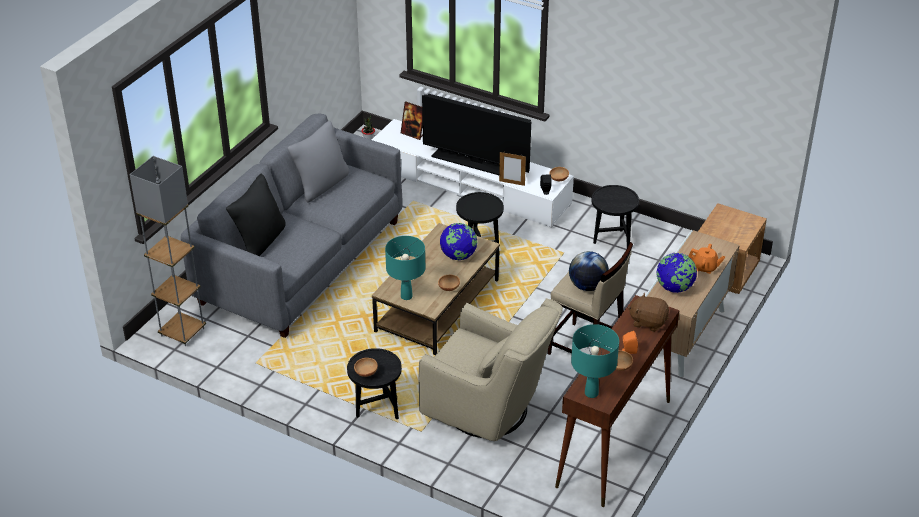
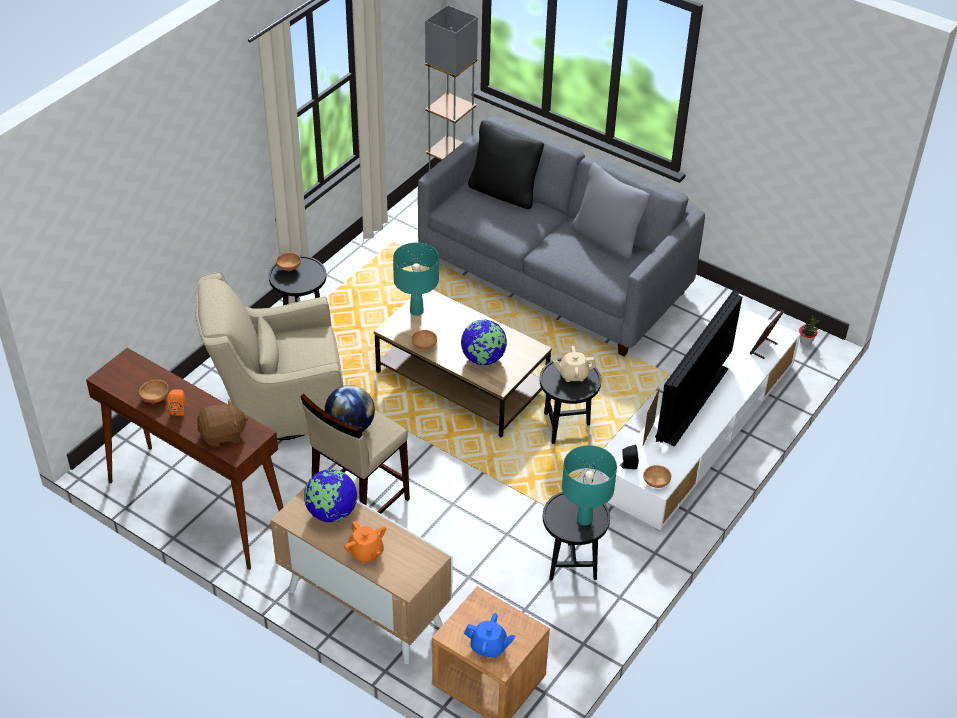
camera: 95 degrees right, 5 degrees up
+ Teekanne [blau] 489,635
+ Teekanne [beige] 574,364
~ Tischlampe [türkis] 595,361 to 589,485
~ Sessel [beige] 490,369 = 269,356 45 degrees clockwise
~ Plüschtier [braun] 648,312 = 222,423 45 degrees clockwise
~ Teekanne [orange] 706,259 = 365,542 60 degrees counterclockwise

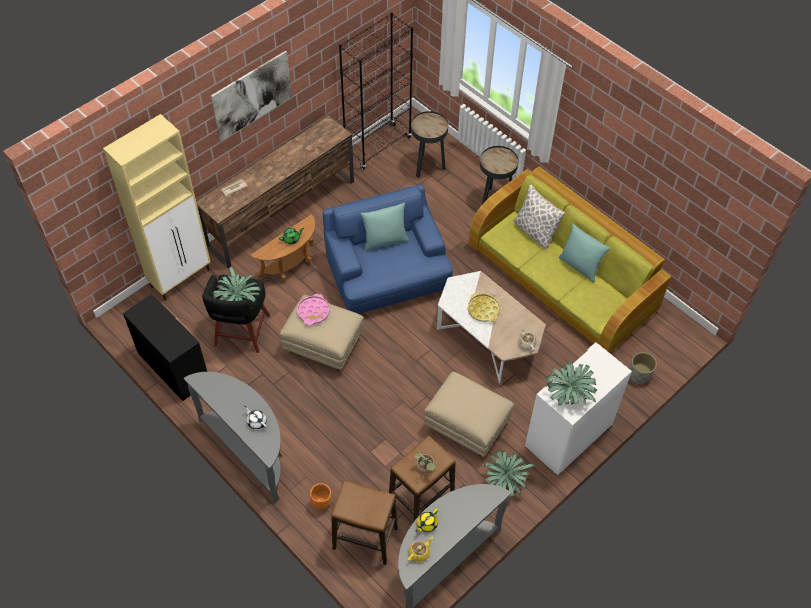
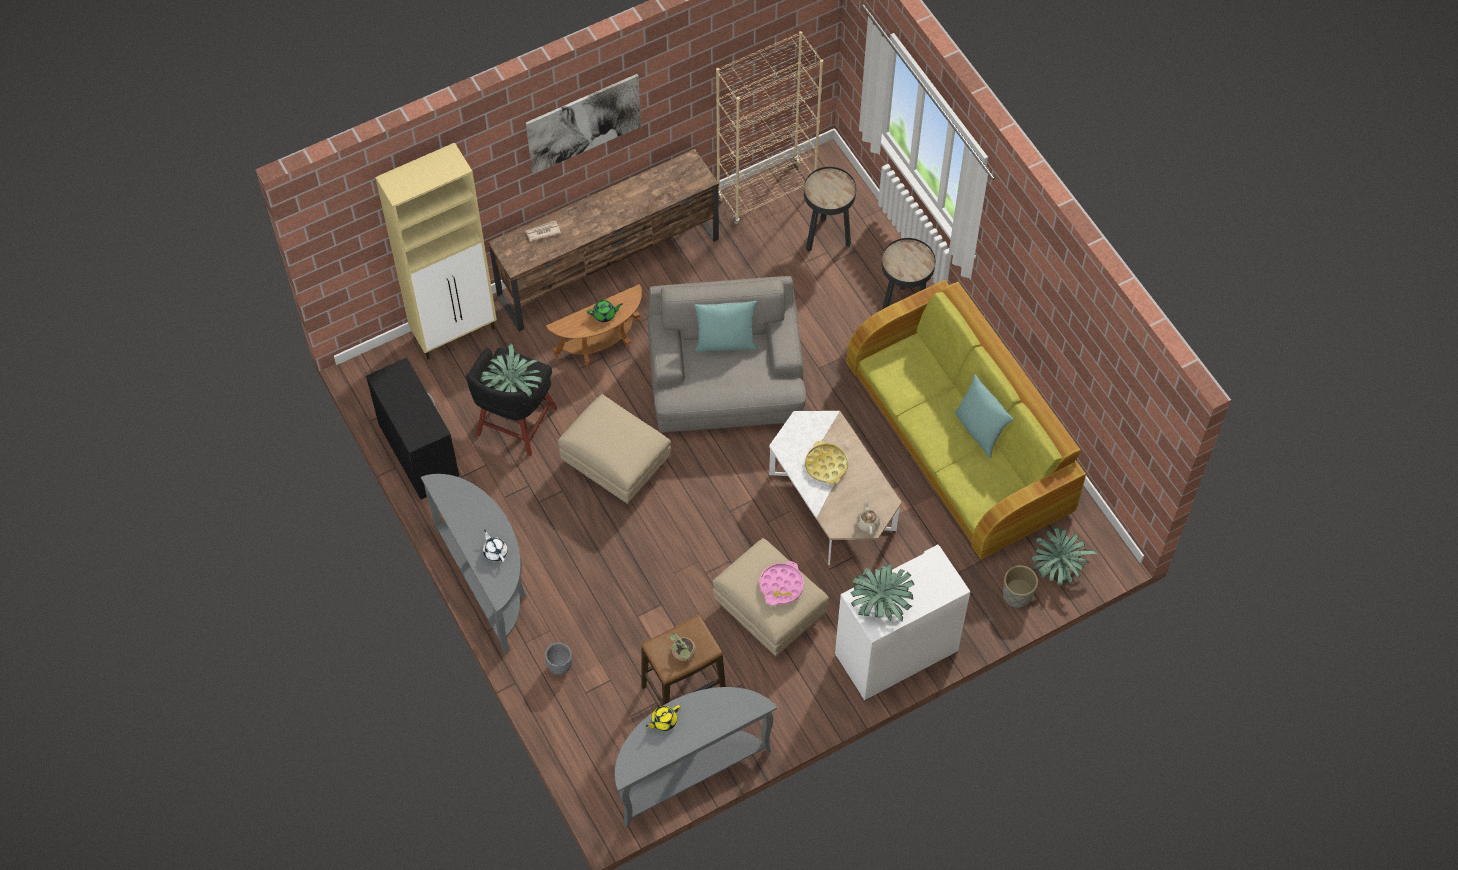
camera: 15 degrees right, 5 degrees up
- Hocker 364,523
- Teekanne [gelb] 420,549
- Kissen 539,216
~ Tablett [rosa] 313,309 to 781,583
~ Topfpflanze 508,474 to 1064,556
~ Pflanzkübel [orange] 321,496 to Pflanzkübel [grau] 559,658
~ Sessel [blau] 388,249 to Sessel [grau] 726,354
~ Bücherregal [schwarz] 376,91 to Bücherregal [beige] 769,127

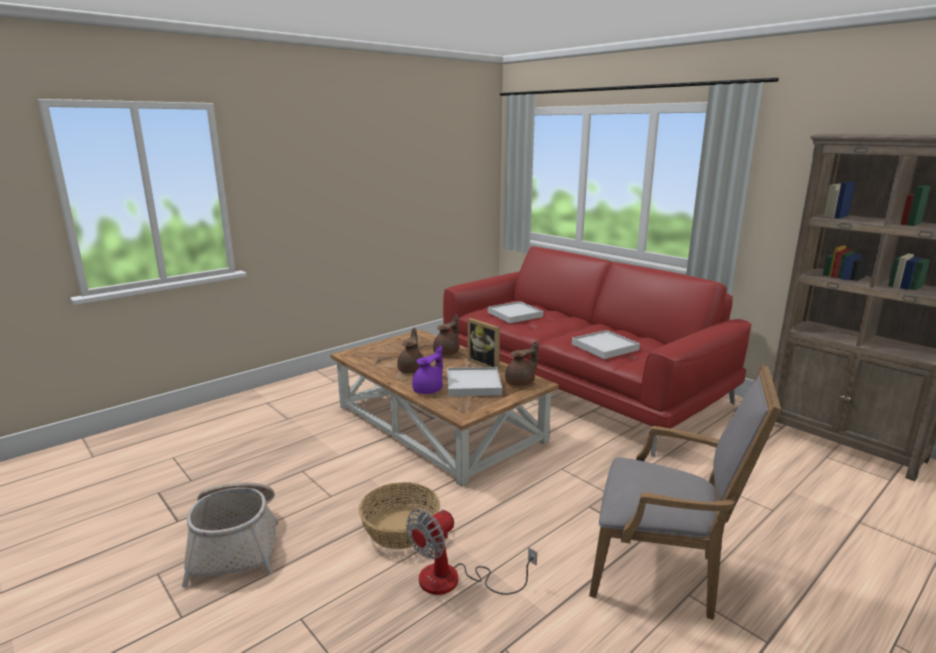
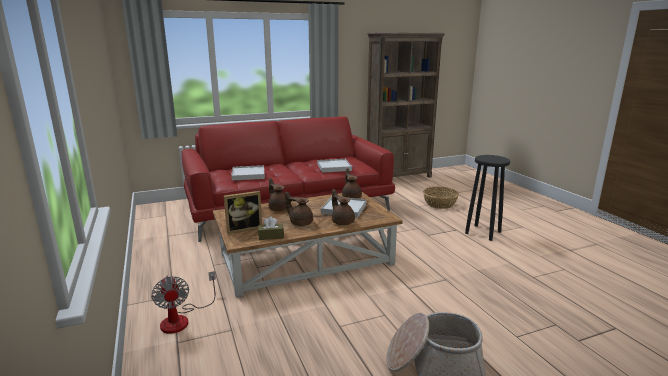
camera: 70 degrees left, 0 degrees up
+ Taschentuchbox [braun] 271,228
~ Korb 399,516 to 441,198
~ Ventilator 471,552 to 183,302
~ Bilderrahmen 484,344 to 243,212
~ Sessel [grau] 685,492 to Hocker [schwarz] 487,198
~ Teekanne [lila] 427,370 to Teekanne [braun] 343,207

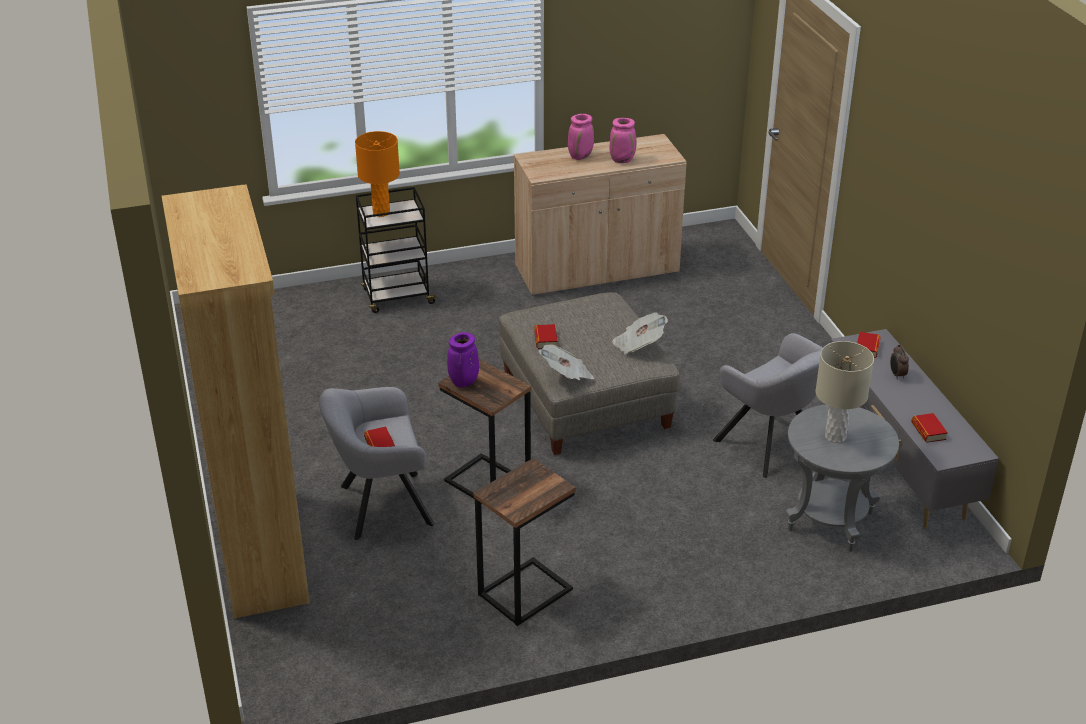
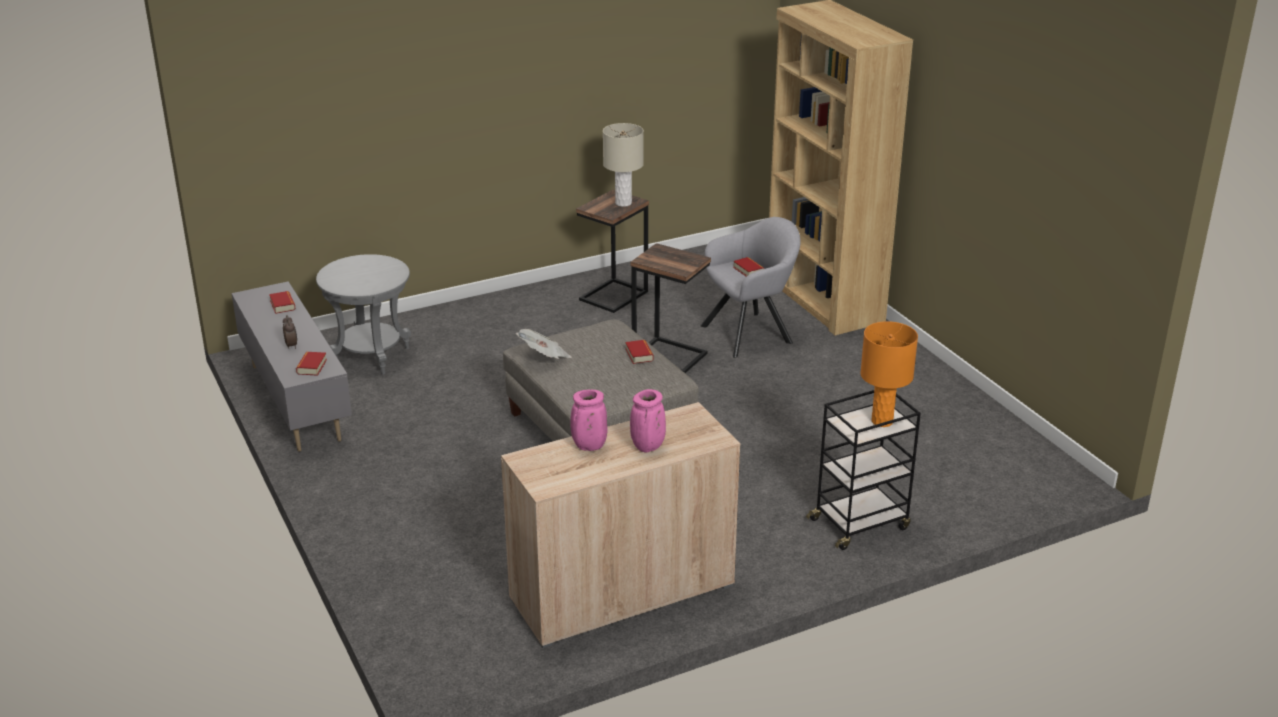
camera: 170 degrees right, 5 degrees down
- Vase [lila] 463,360
- Zeitung 566,362
- Sessel [grau] 768,405
~ Tischlampe [beige] 845,392 to 623,165

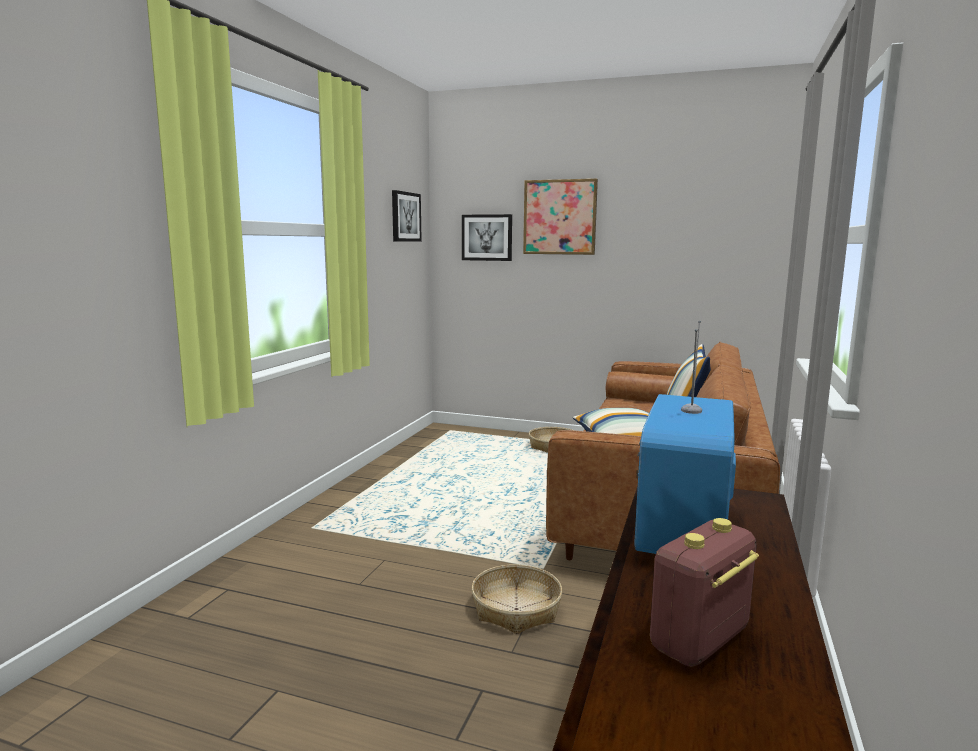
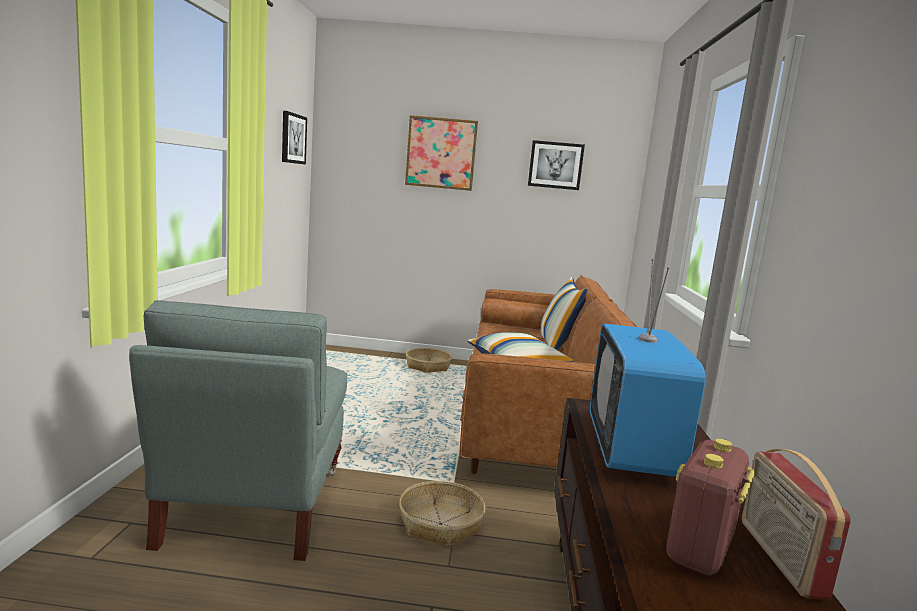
camera: 15 degrees left, 0 degrees up
+ Sessel [grau] 238,430
+ Radio 796,524
~ Bild 487,237 to 556,165

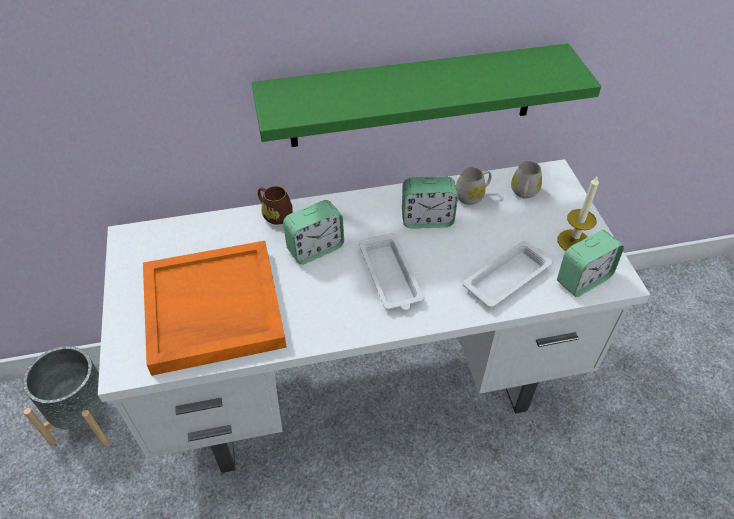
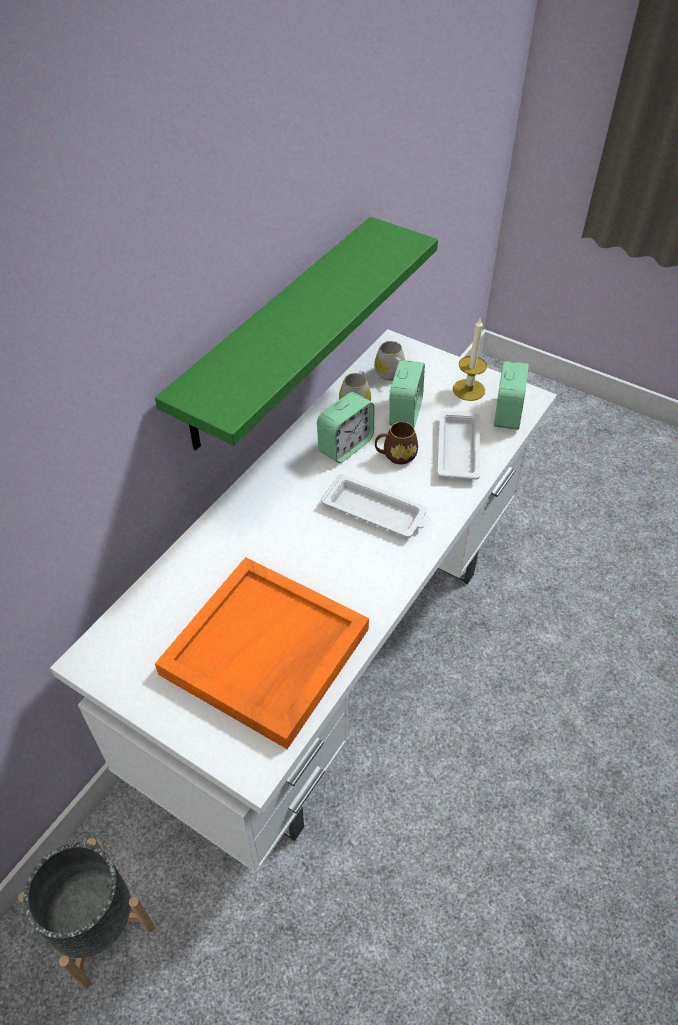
camera: 45 degrees left, 0 degrees up
~ Henkelbecher [braun] 275,205 to 396,443
~ Wecker 313,232 to 407,394

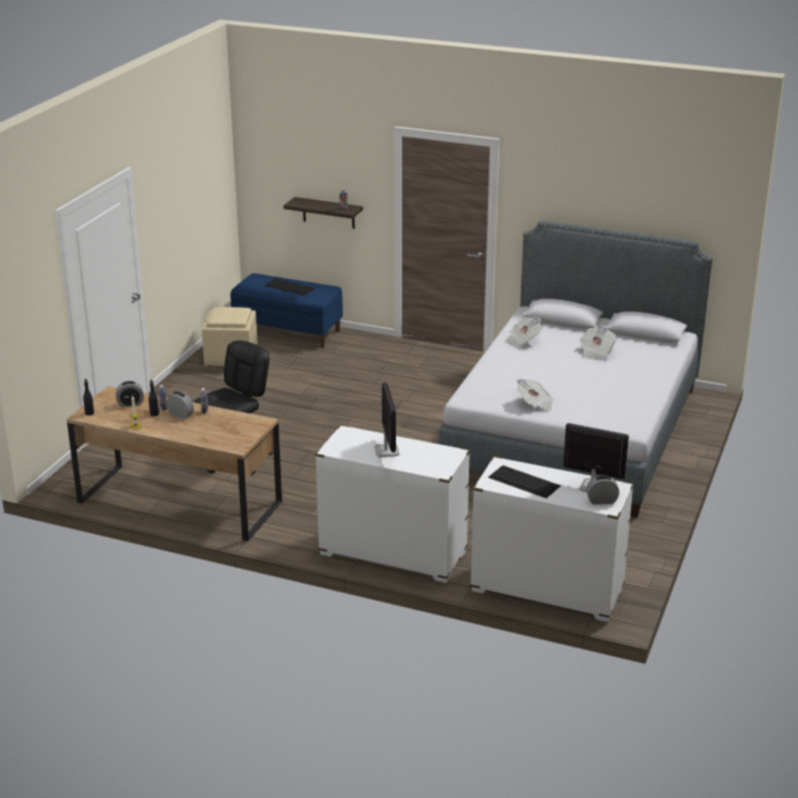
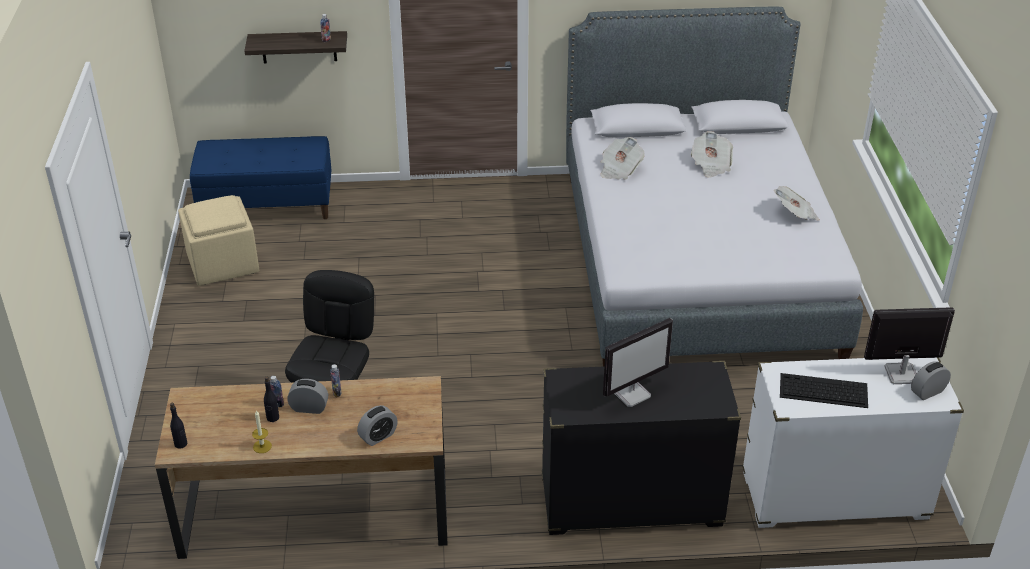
camera: 25 degrees left, 10 degrees up
- Tastatur 289,286
~ Wecker 129,394 to 377,425
~ Zeitung 535,395 to 797,203
~ Kommode [weiß] 392,504 to Kommode [schwarz] 641,448
~ Monitor 387,419 = 638,362 90 degrees clockwise

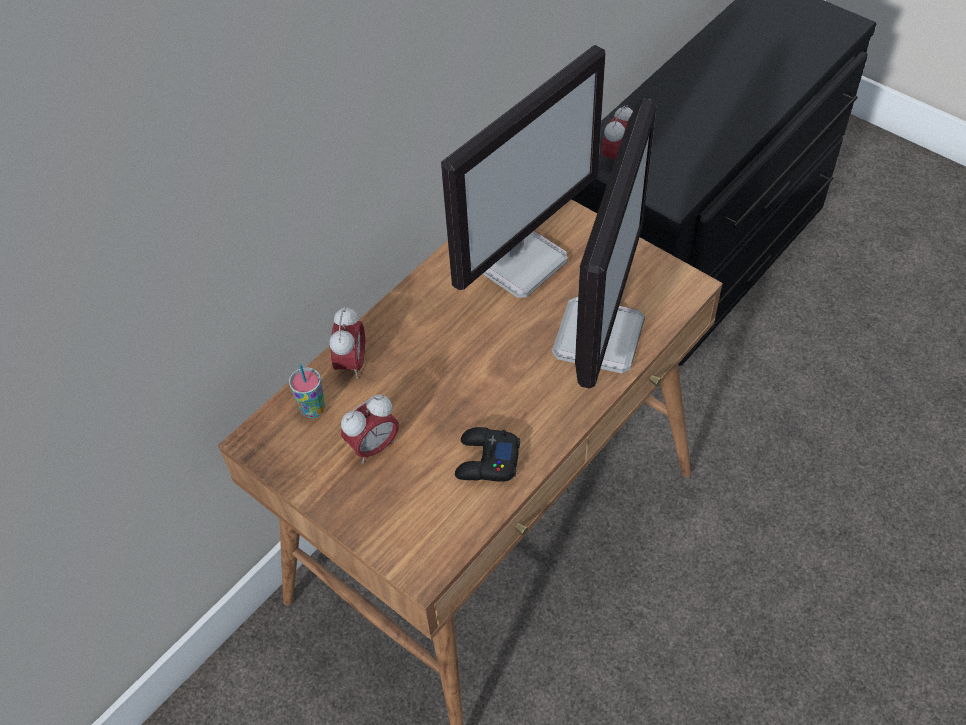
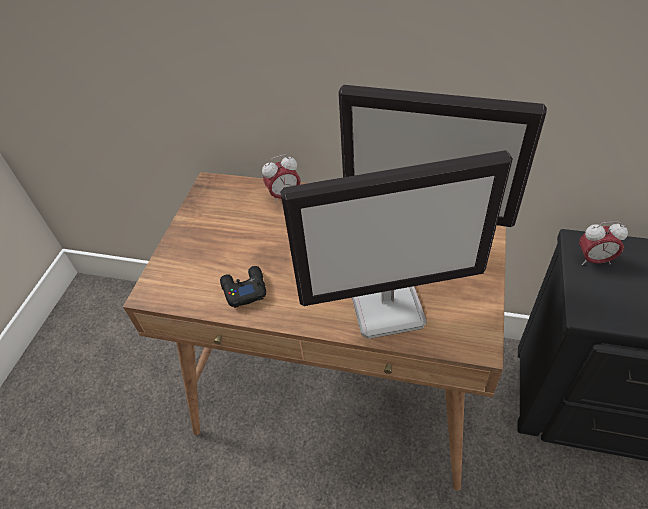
camera: 65 degrees right, 5 degrees down
- Tasse 307,391
- Wecker 370,429

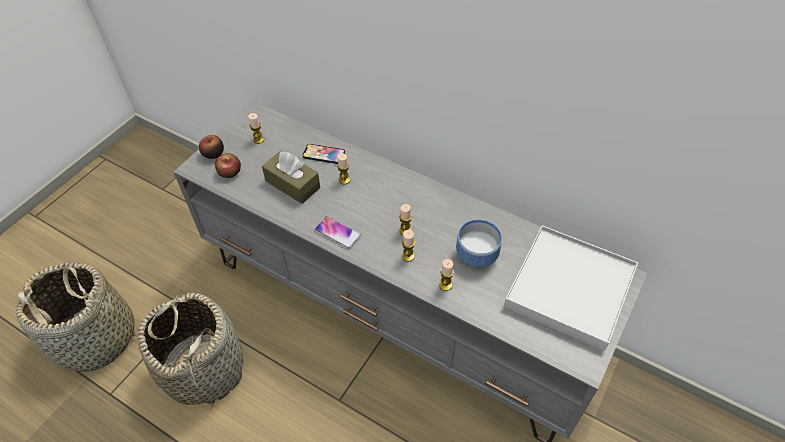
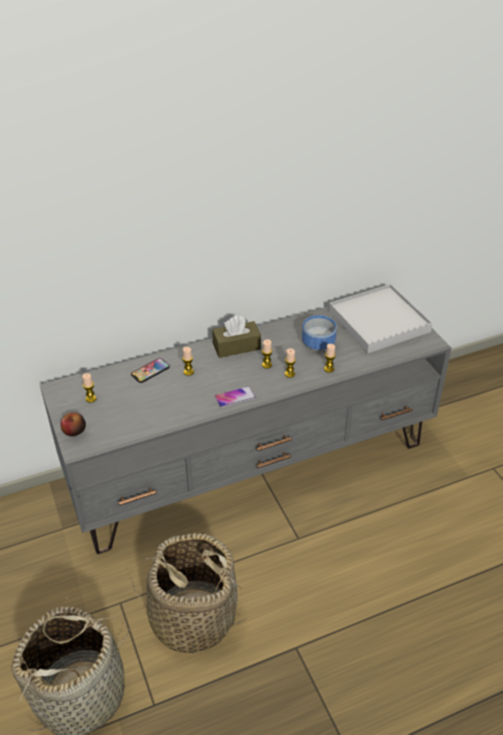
camera: 55 degrees left, 10 degrees down
- Apfel 228,165
~ Taschentuchbox [braun] 291,177 to 236,337

